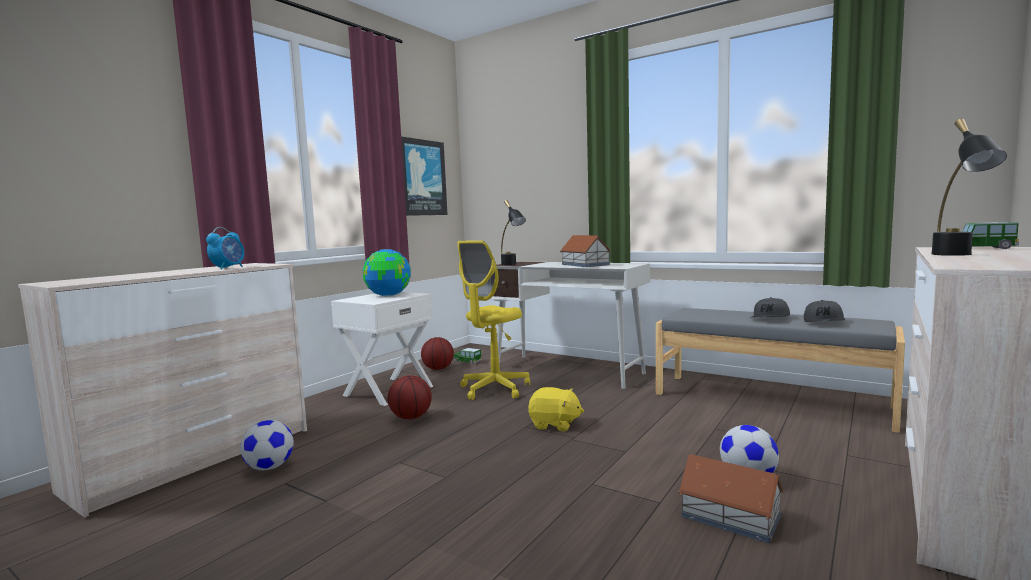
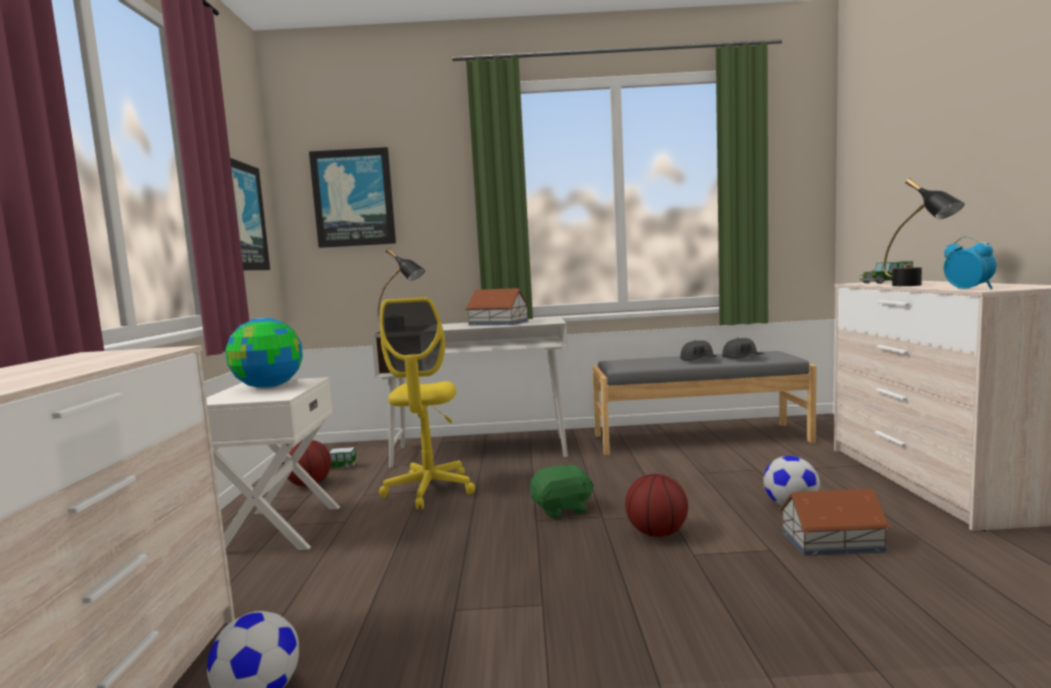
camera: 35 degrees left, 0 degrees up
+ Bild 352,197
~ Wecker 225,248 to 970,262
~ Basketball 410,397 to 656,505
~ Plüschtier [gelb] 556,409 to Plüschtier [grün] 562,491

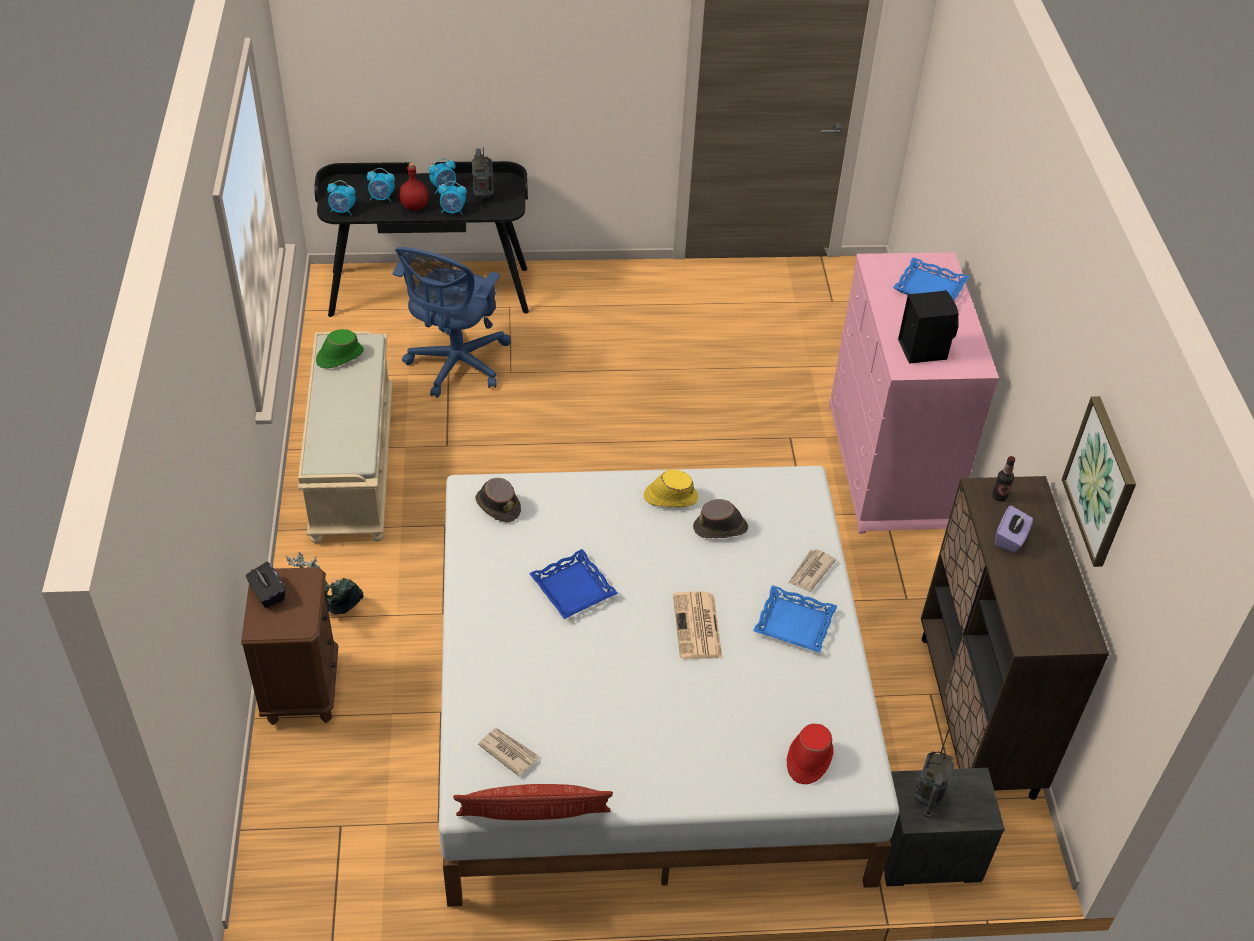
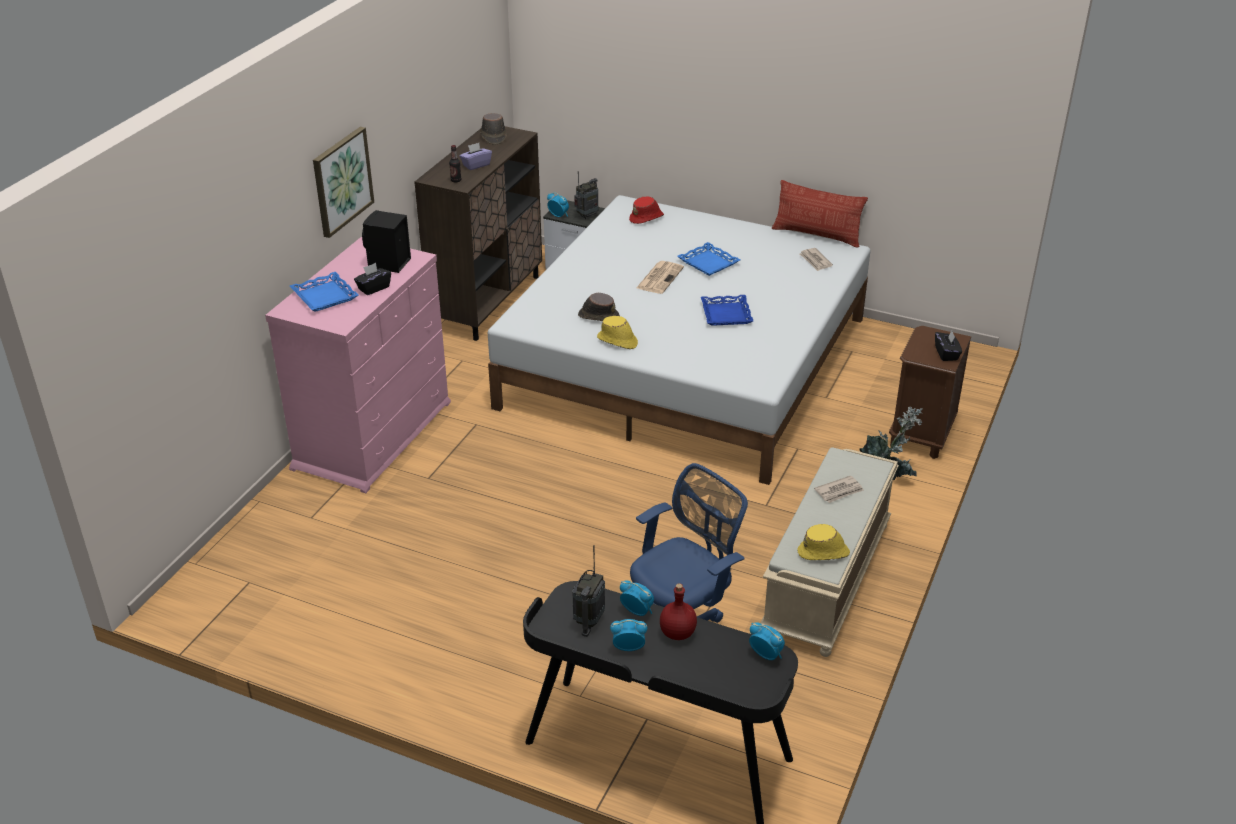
camera: 150 degrees left, 10 degrees down
+ Taschentuchbox [schwarz] 372,279
~ Wecker 381,185 to 558,205
~ Hut [braun] 498,500 to 493,129
~ Tablett [blau] 795,619 to 709,259
~ Zeitung 812,570 to 839,489
~ Bild 1099,481 to 343,182
~ Hut [grün] 340,349 to Hut [gelb] 823,542

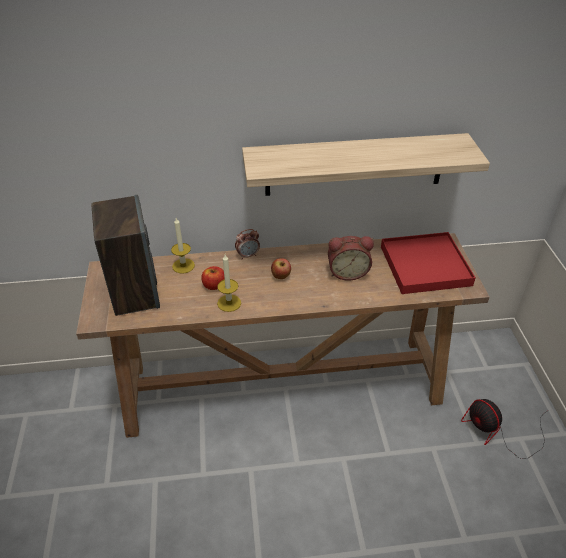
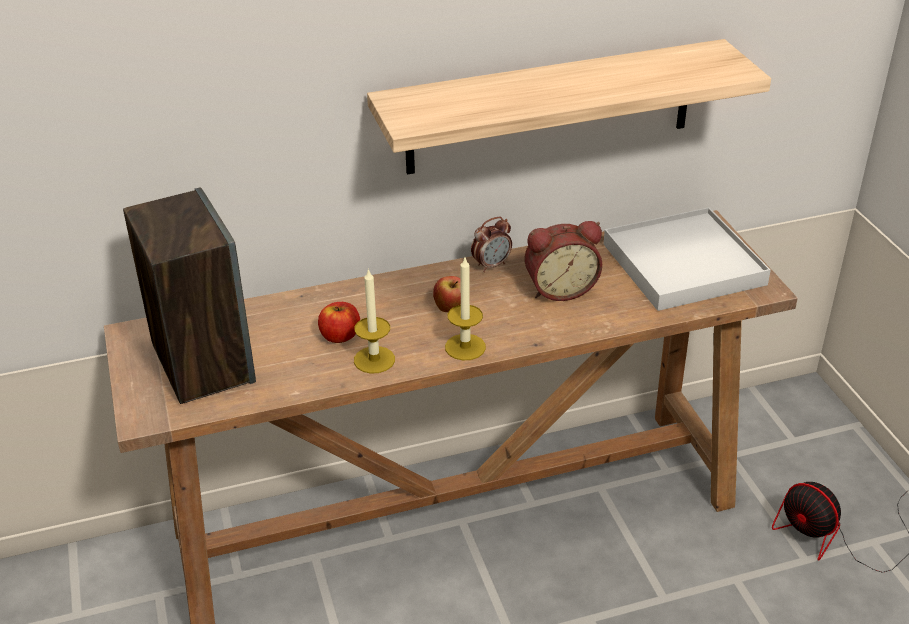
camera: 10 degrees left, 5 degrees down
~ Kerze 183,246 to 465,309
~ Wecker 247,244 to 491,244
~ Tablett [rot] 428,263 to Tablett [weiß] 687,259

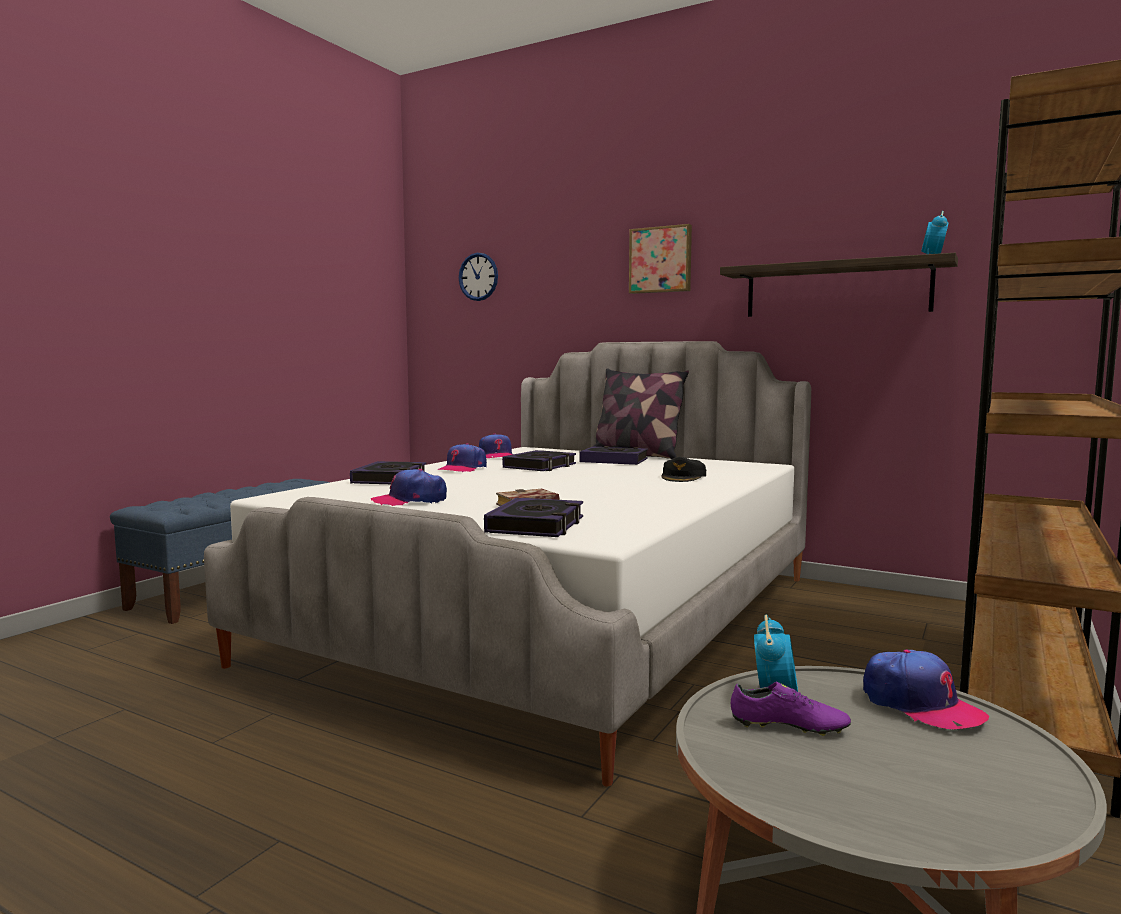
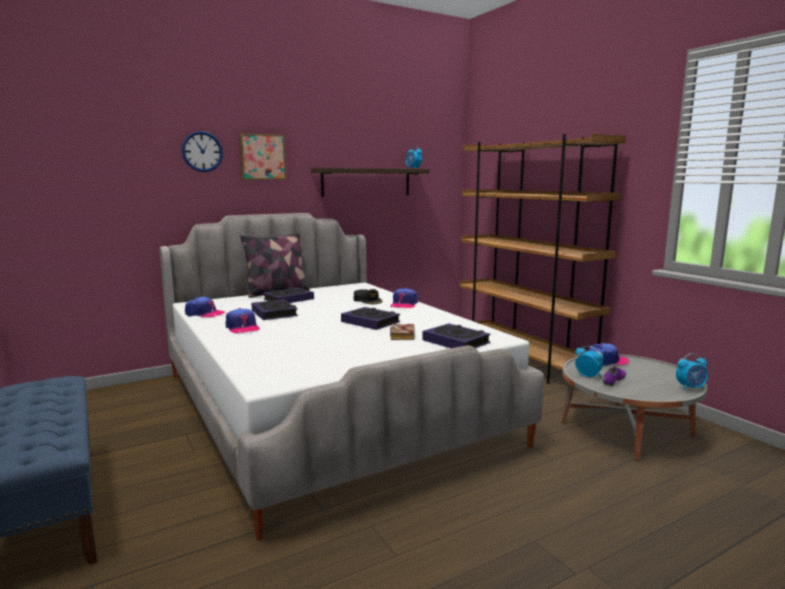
camera: 60 degrees left, 5 degrees up
+ Wecker 692,371
~ Buch 388,472 to 370,318
~ Kappe 409,487 to 404,298
~ Wanduhr 478,277 to 202,151

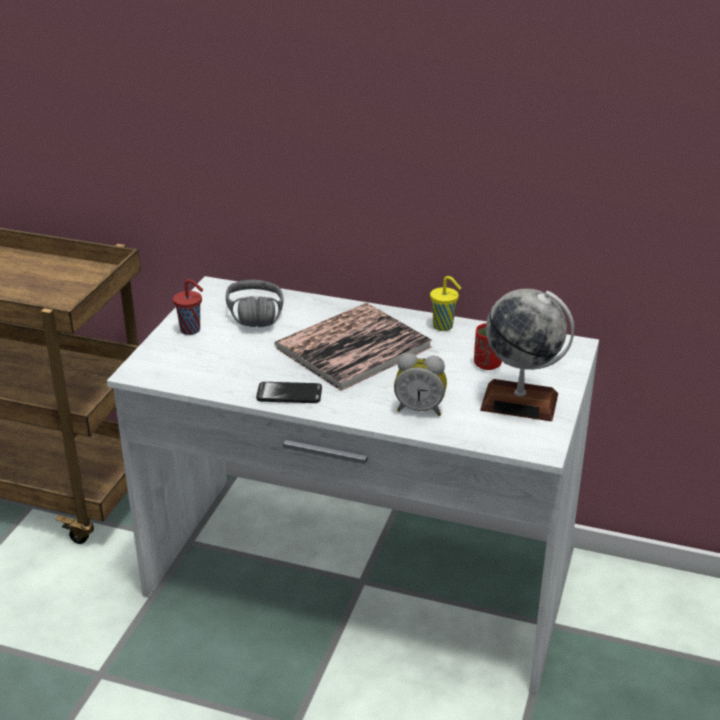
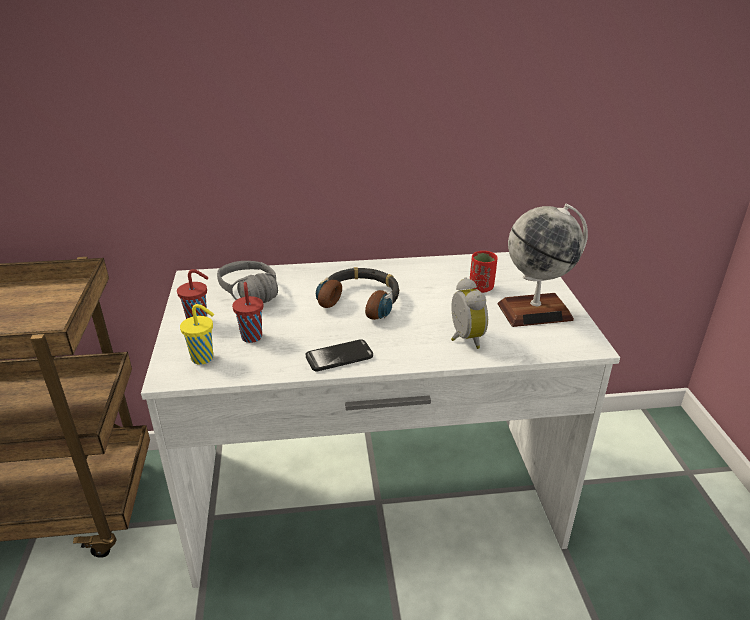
camera: 25 degrees left, 0 degrees up
+ Tasse [rot] 247,312
~ Tasse [gelb] 445,303 to 197,334
~ Buch 353,347 to Kopfhörer 357,293
~ Wecker 420,384 = 469,313 90 degrees counterclockwise

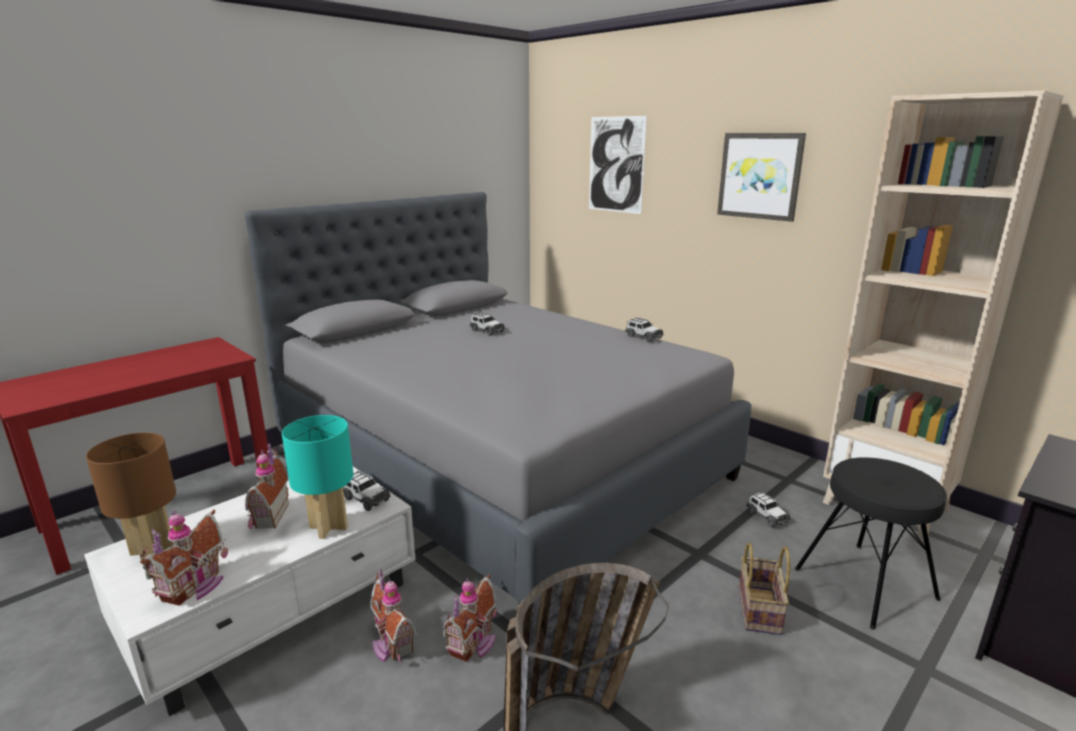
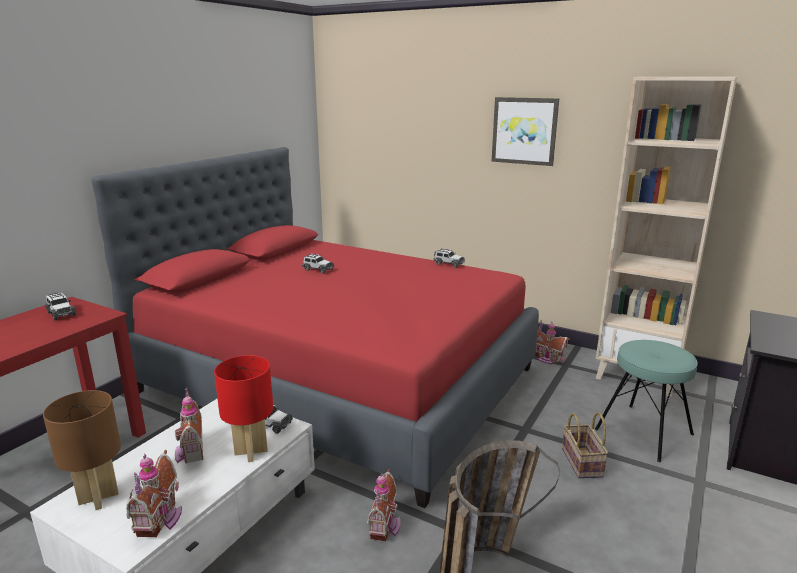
camera: 15 degrees left, 0 degrees up
- Bild 618,165
~ Spielzeughaus 394,615 to 552,342
~ Spielzeugauto 768,509 to 60,306
~ Bett [grau] 498,398 to Bett [rot] 315,327
~ Tischlampe [türkis] 318,477 to Tischlampe [rot] 244,408
~ Hocker [schwarz] 871,543 to Hocker [türkis] 646,401

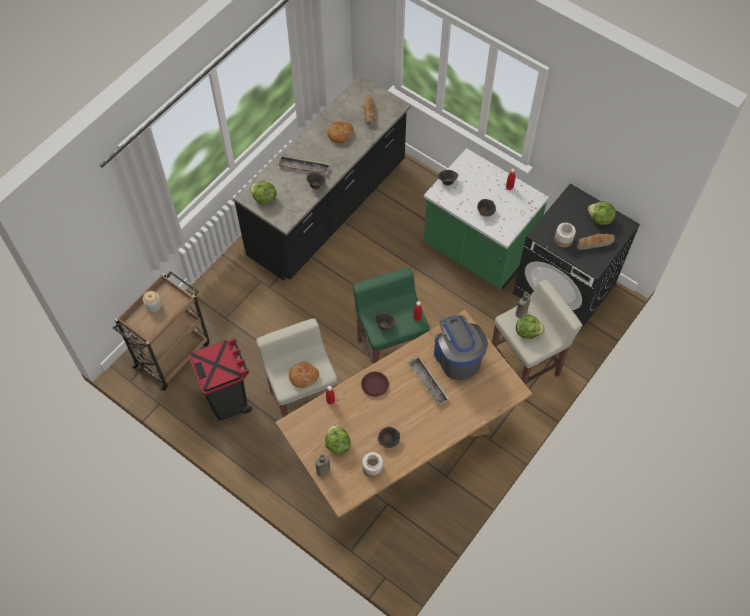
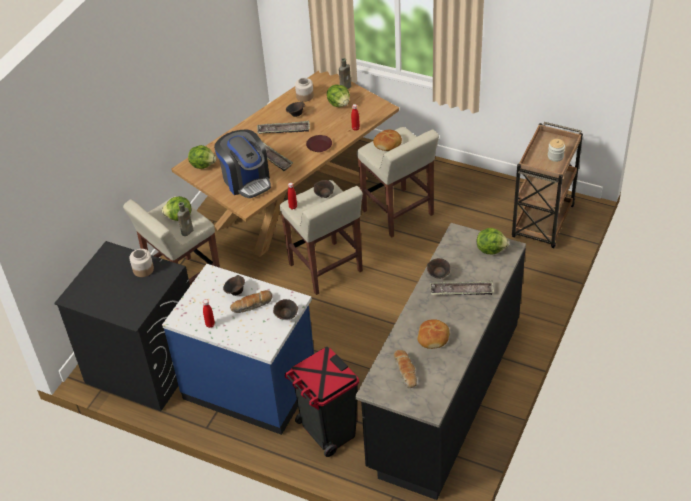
camera: 170 degrees right, 15 degrees down
+ Tablett 283,127
~ Mülleimer [schwarz] 220,379 to 322,402
~ Brot 596,242 to 251,301
~ Salatkopf 602,213 to 202,157
~ Hocker [grün] 391,316 to Hocker [beige] 321,237
~ Küchenzeile [grün] 486,219 to Küchenzeile [blau] 238,349

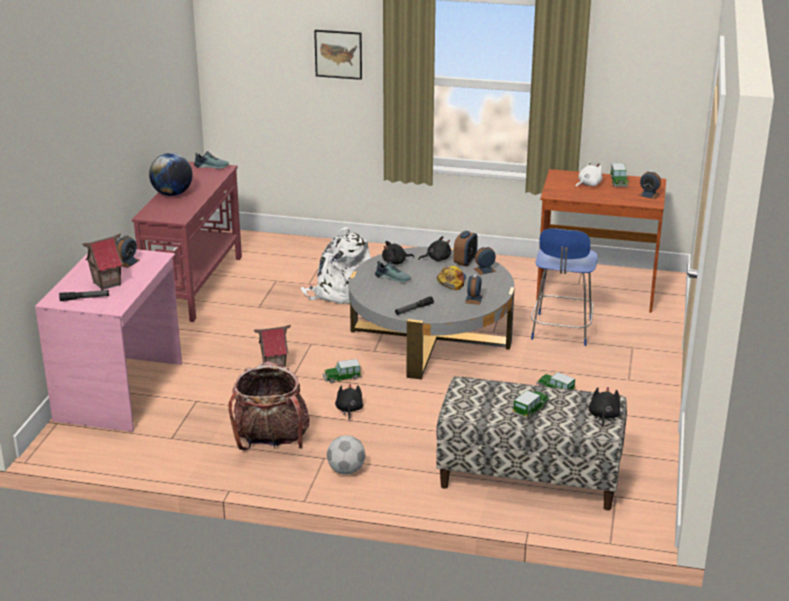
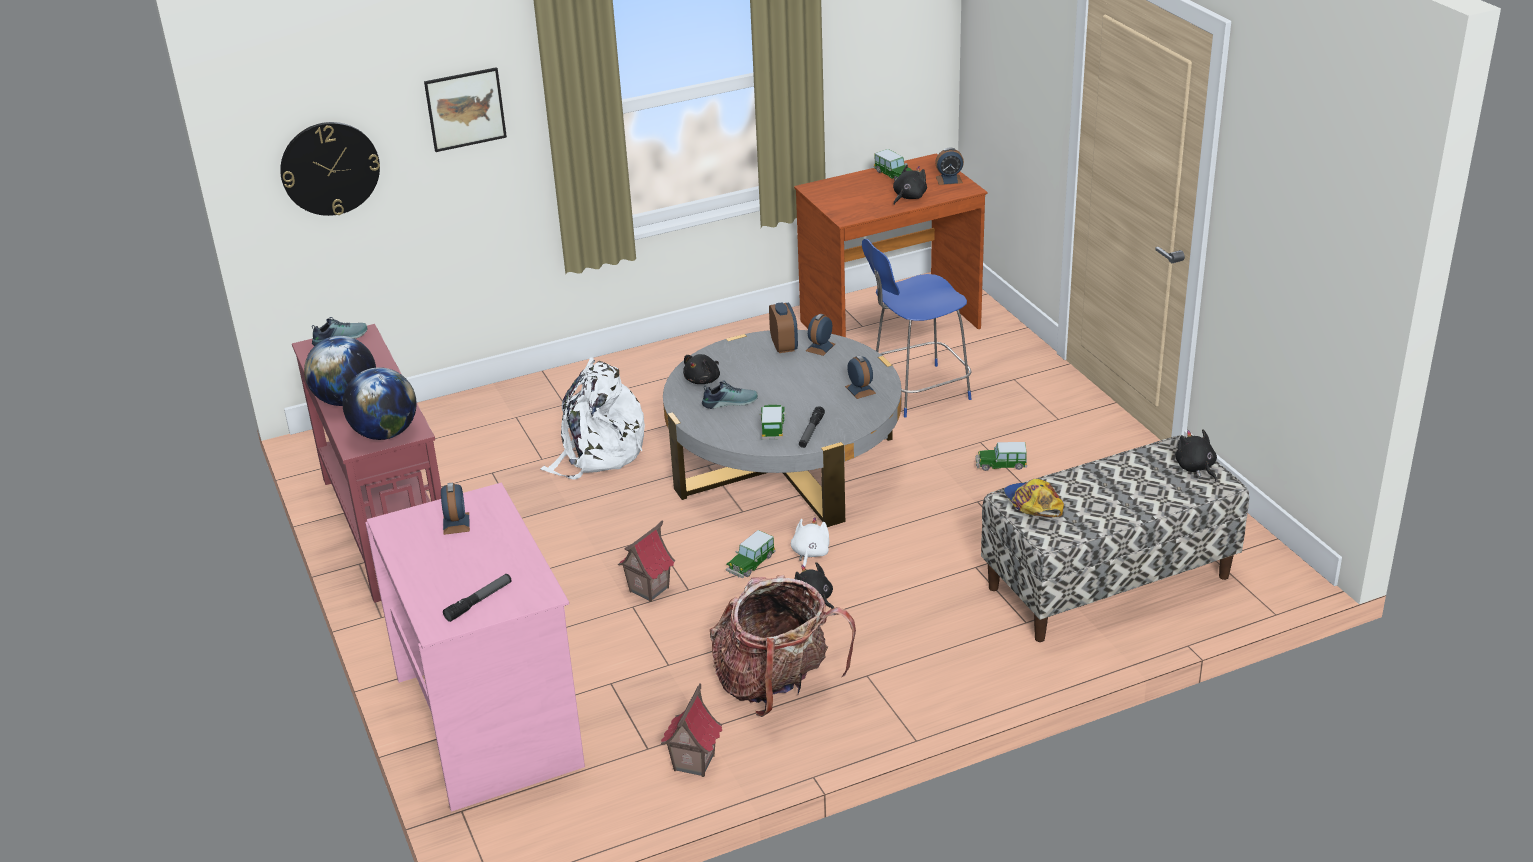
camera: 35 degrees left, 5 degrees up
- Fußball 346,455
+ Wanduhr 330,169
+ Globus 379,403
~ Spielzeughaus 103,262 to 691,730
~ Plüschtier [schwarz] 434,248 to 910,185
~ Kappe 451,278 to 1034,498
~ Spielzeugauto 530,404 to 772,422
~ Plüschtier [weiß] 588,174 to 810,542
~ Stuhl [blau] 564,287 = 917,328 90 degrees clockwise

